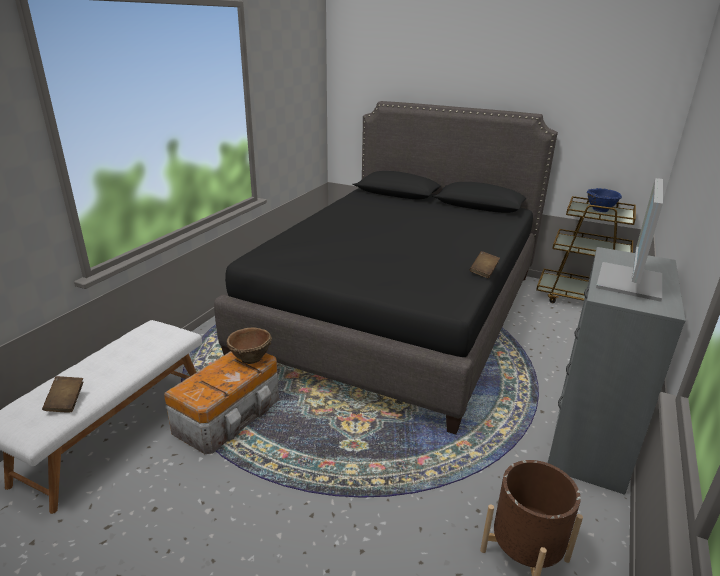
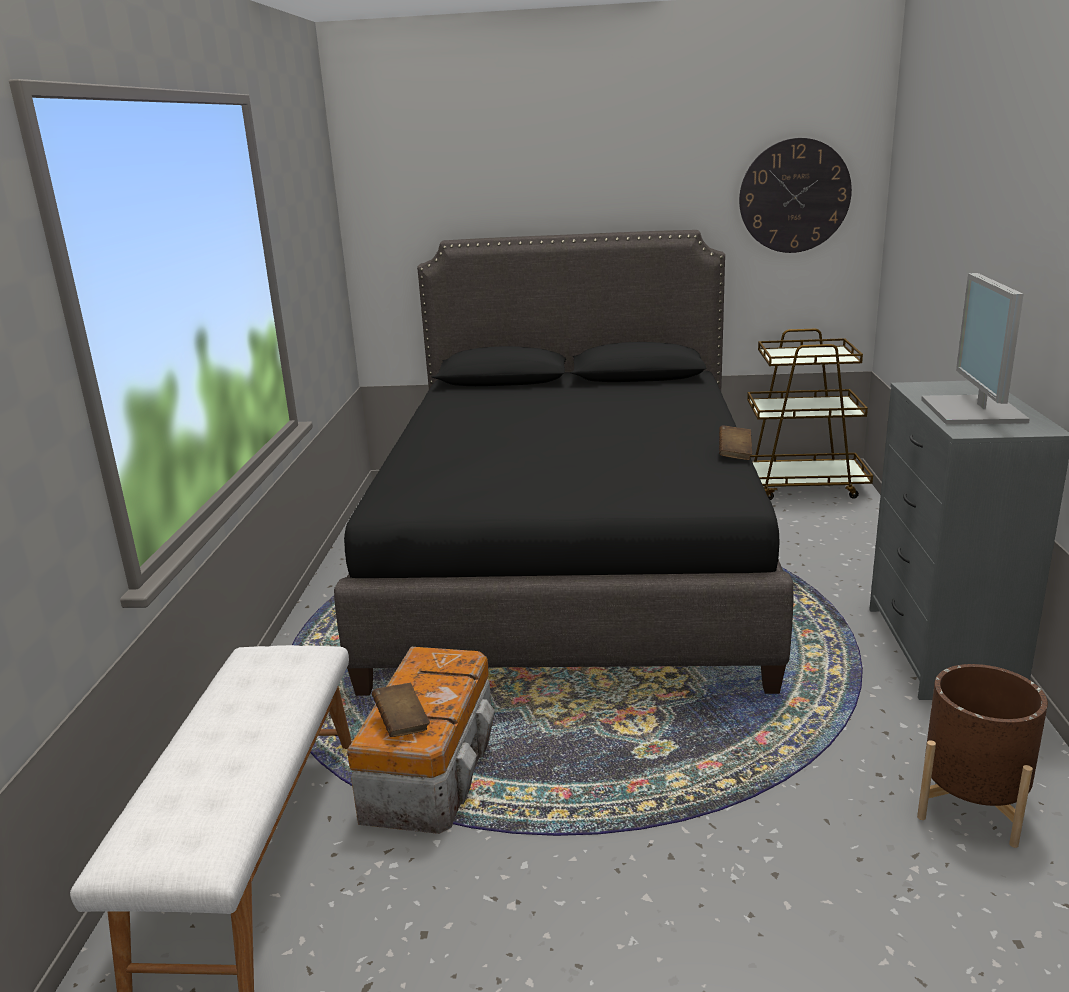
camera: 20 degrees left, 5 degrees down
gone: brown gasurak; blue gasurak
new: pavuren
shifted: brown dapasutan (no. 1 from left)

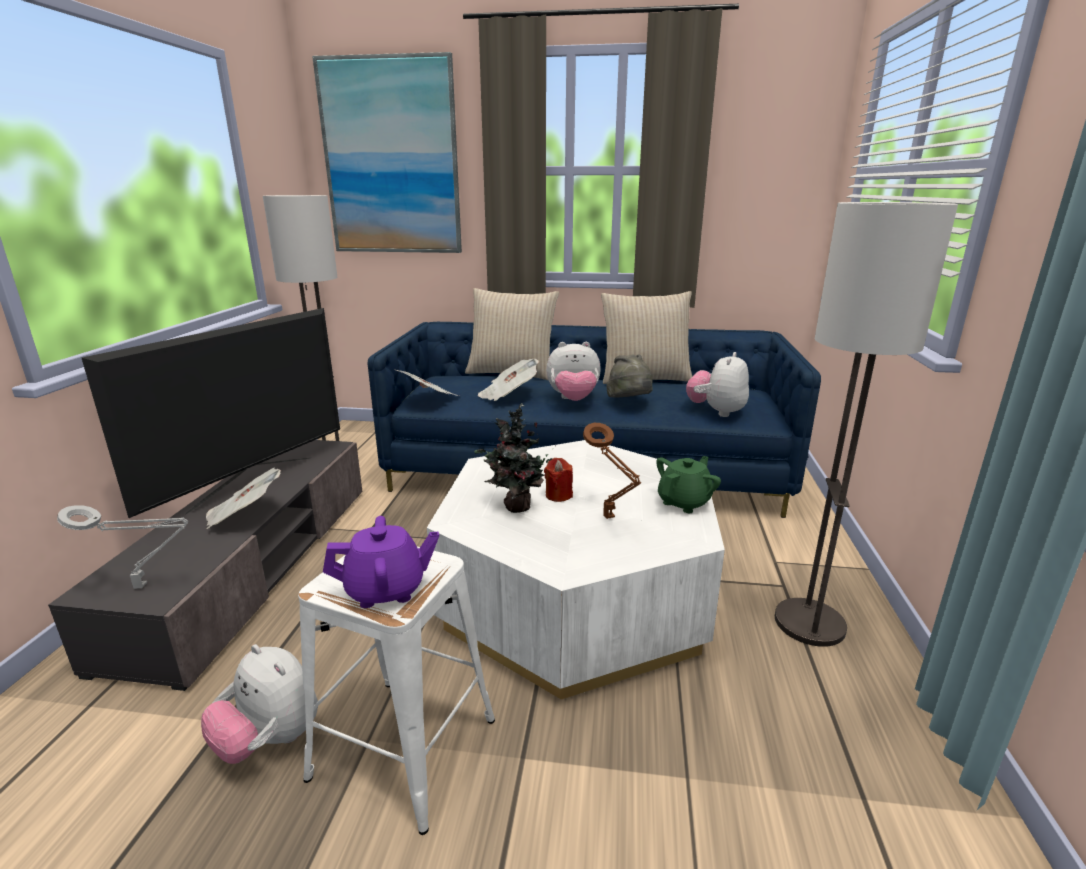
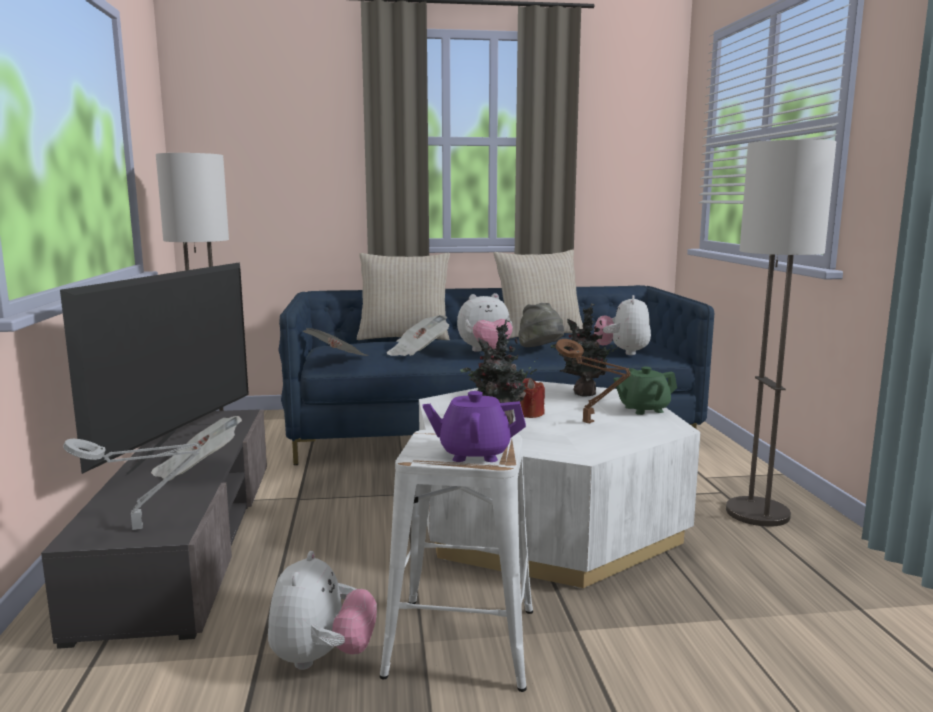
camera: 15 degrees left, 10 degrees down
gone: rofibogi
new: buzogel (no. 2 from left)
rotated: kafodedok (no. 1 from left) 105 degrees counterclockwise; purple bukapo 150 degrees counterclockwise; green bukapo 135 degrees counterclockwise

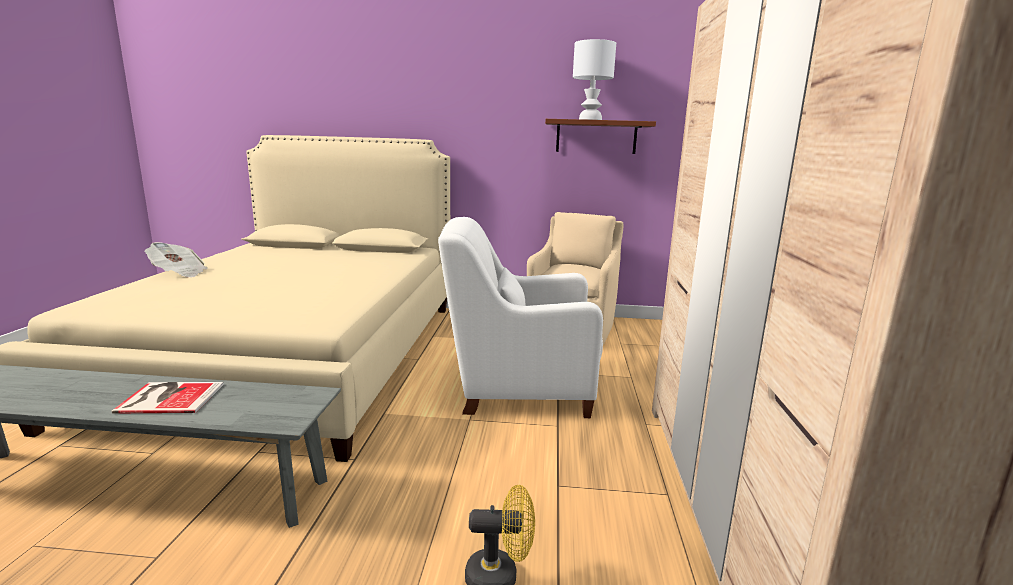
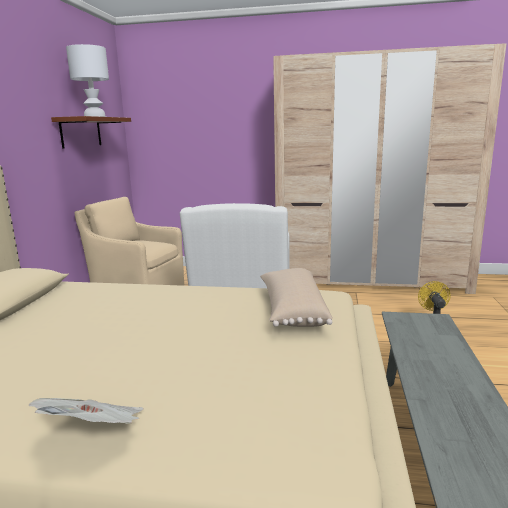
camera: 85 degrees left, 0 degrees up
gone: dapasutan
new: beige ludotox

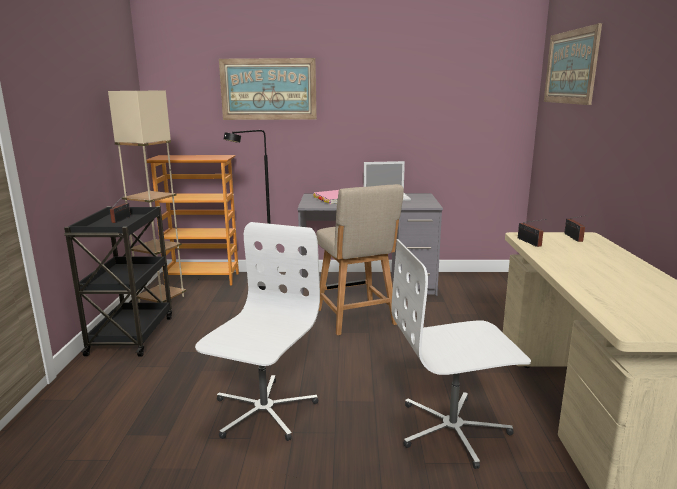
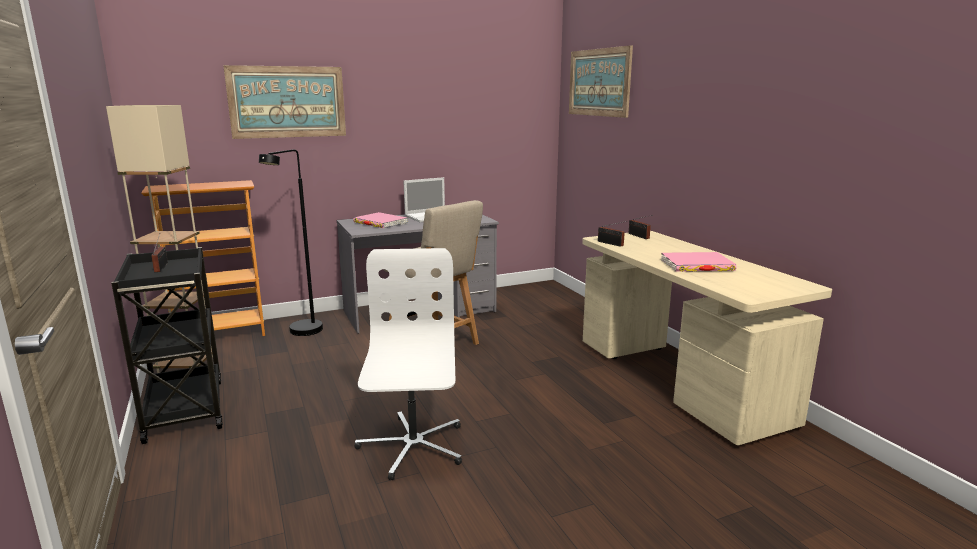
camera: 25 degrees left, 0 degrees up
gone: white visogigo (no. 2 from left)
new: pink dapasutan (no. 2 from left)

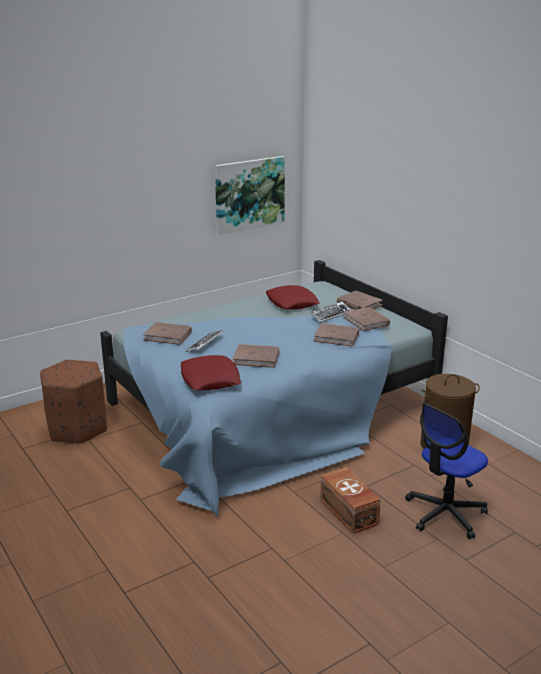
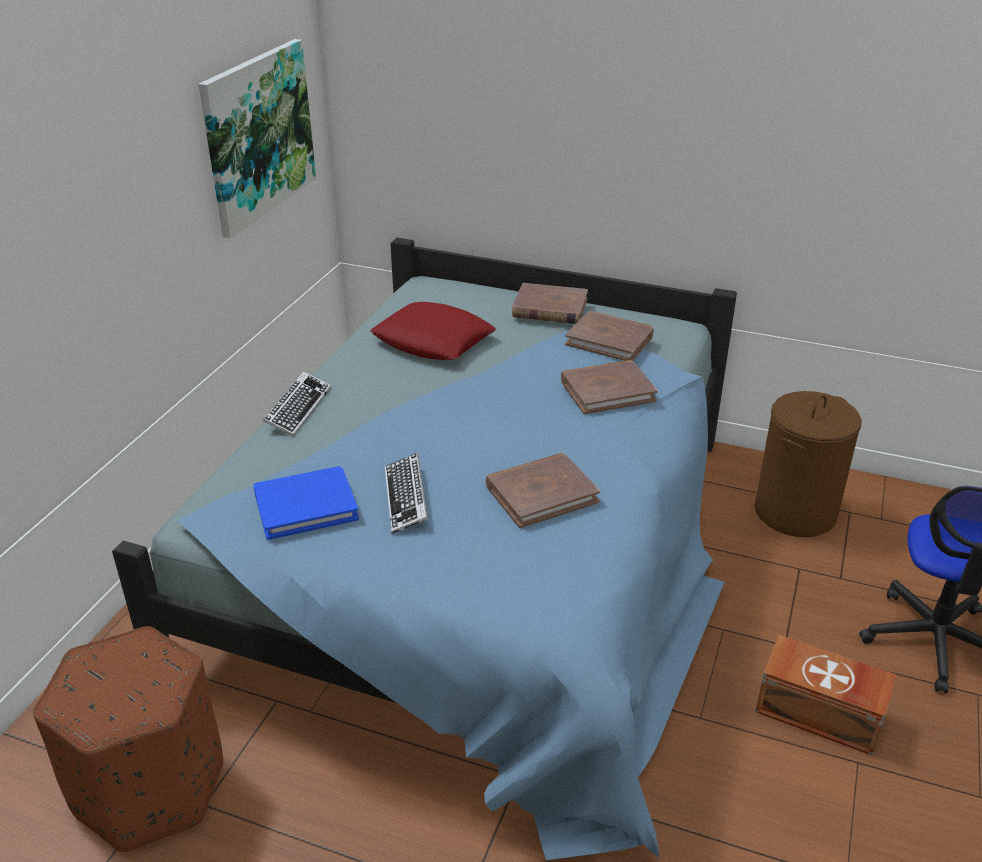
camera: 35 degrees left, 10 degrees up
gone: red ludotox (no. 1 from left)
shifted: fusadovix (no. 2 from left in the first image) to fusadovix (no. 1 from left)
repainted: brown dapasutan (no. 1 from left) to blue dapasutan

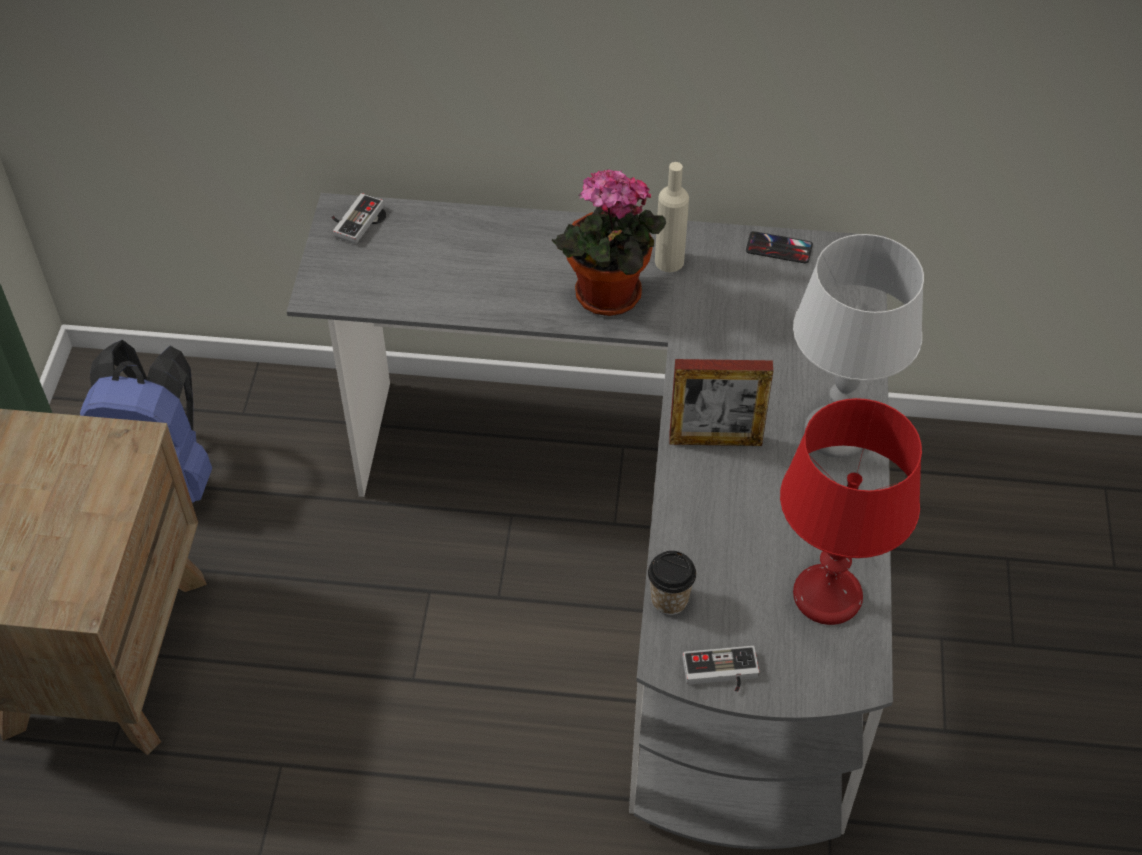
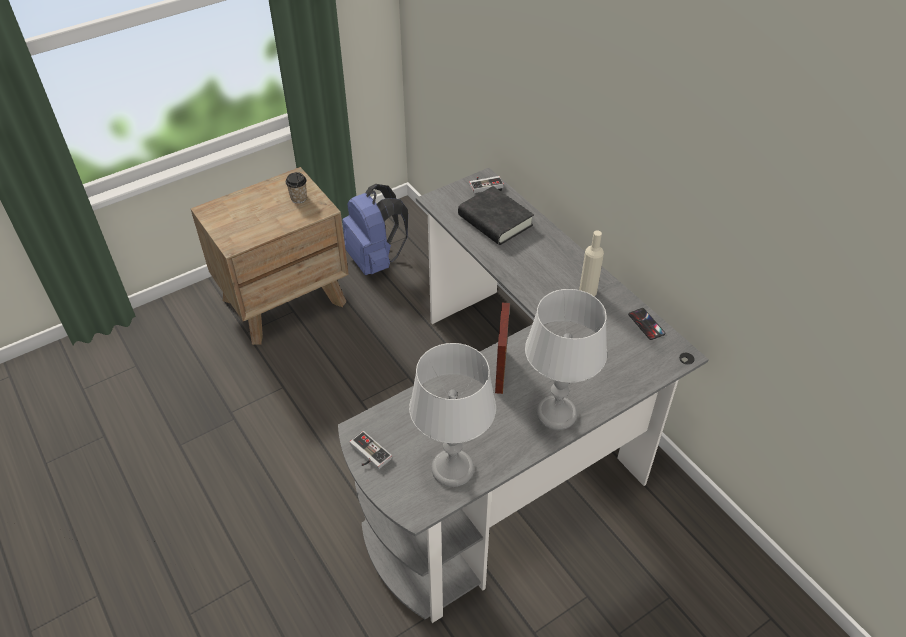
camera: 50 degrees right, 5 degrees down
gone: buzogel
new: black dapasutan
shifted: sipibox
repainted: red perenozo to grey perenozo (no. 1 from left)
rotated: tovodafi 45 degrees clockwise

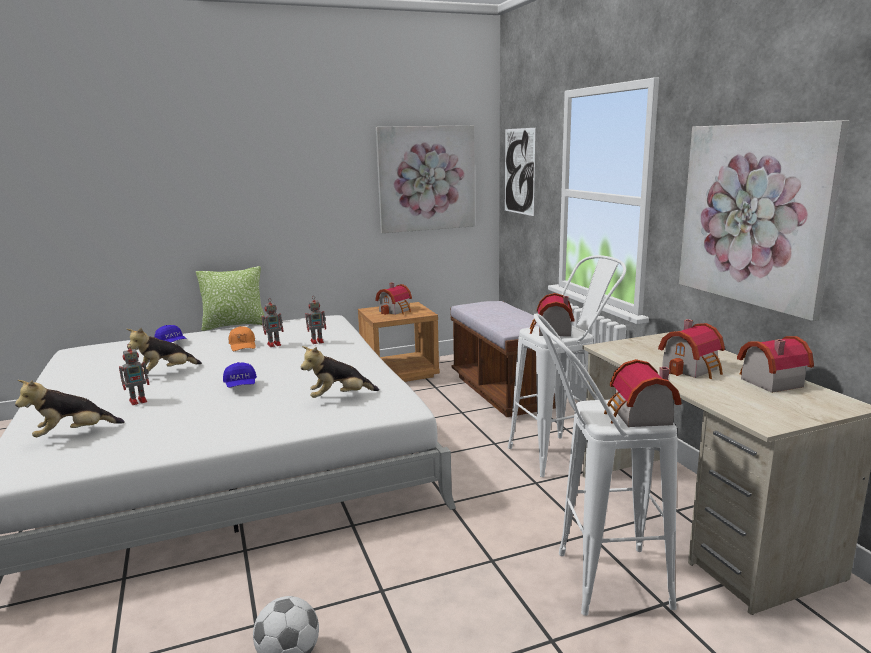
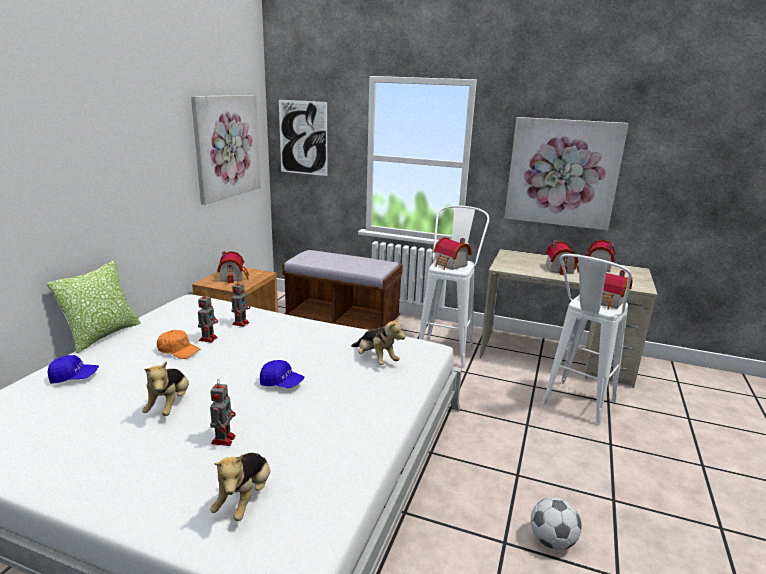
camera: 50 degrees left, 5 degrees up
rotated: kafodedok (no. 3 from left) 60 degrees counterclockwise

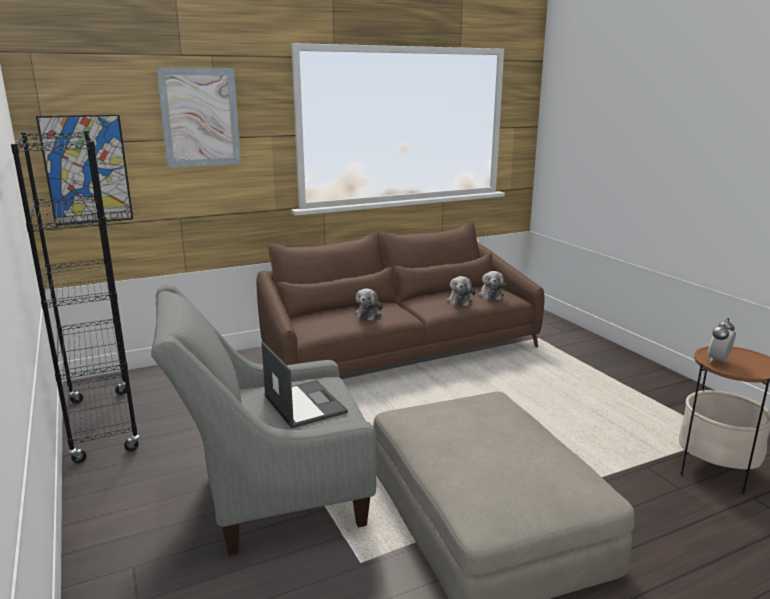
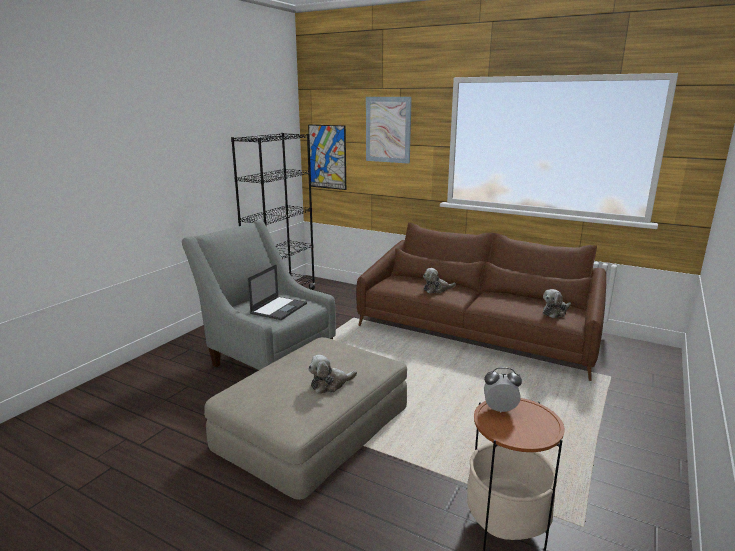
camera: 55 degrees right, 0 degrees up
shifted: kafodedok (no. 2 from left in the first image) to kafodedok (no. 1 from left)

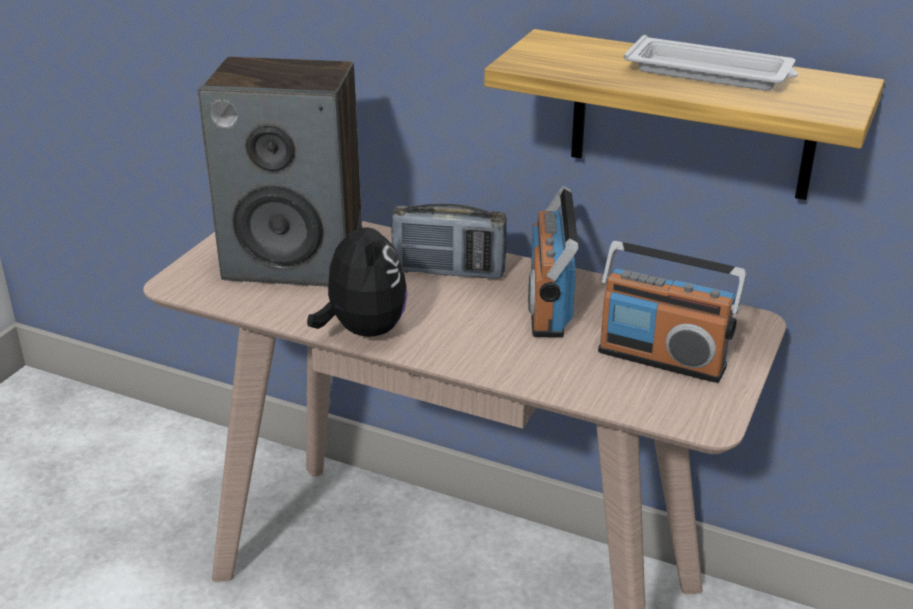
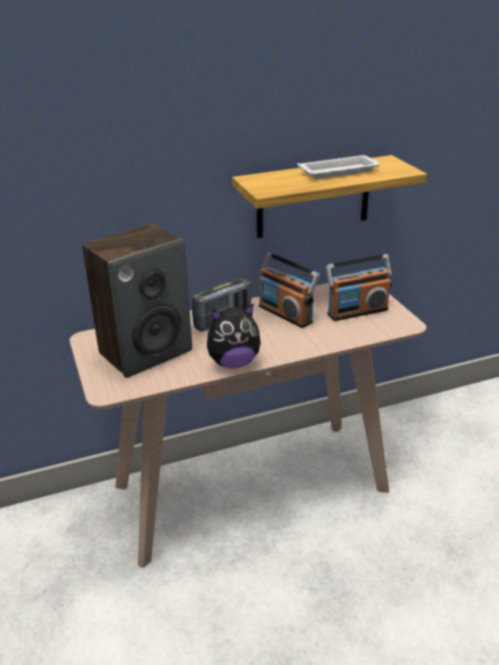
camera: 45 degrees left, 0 degrees up
rotated: kafodedok 135 degrees clockwise

